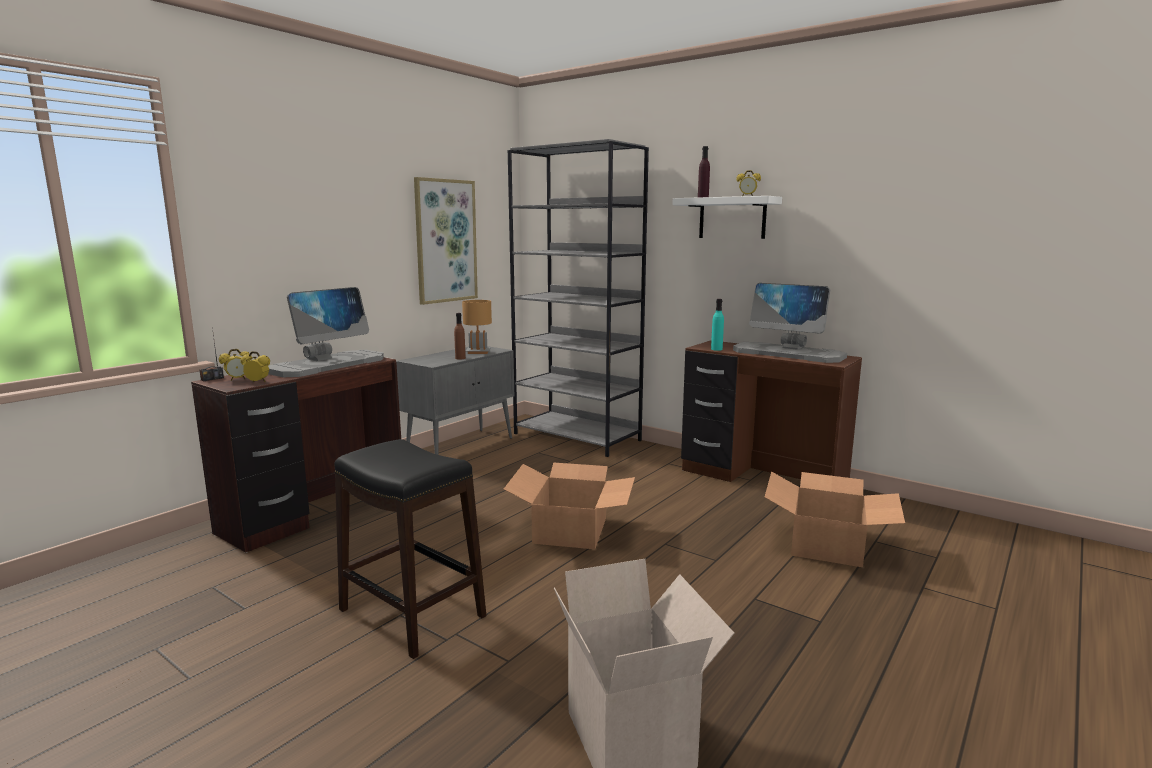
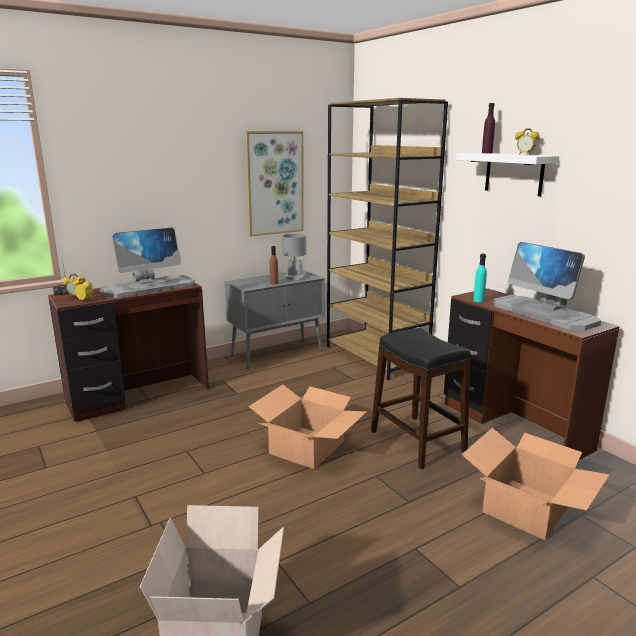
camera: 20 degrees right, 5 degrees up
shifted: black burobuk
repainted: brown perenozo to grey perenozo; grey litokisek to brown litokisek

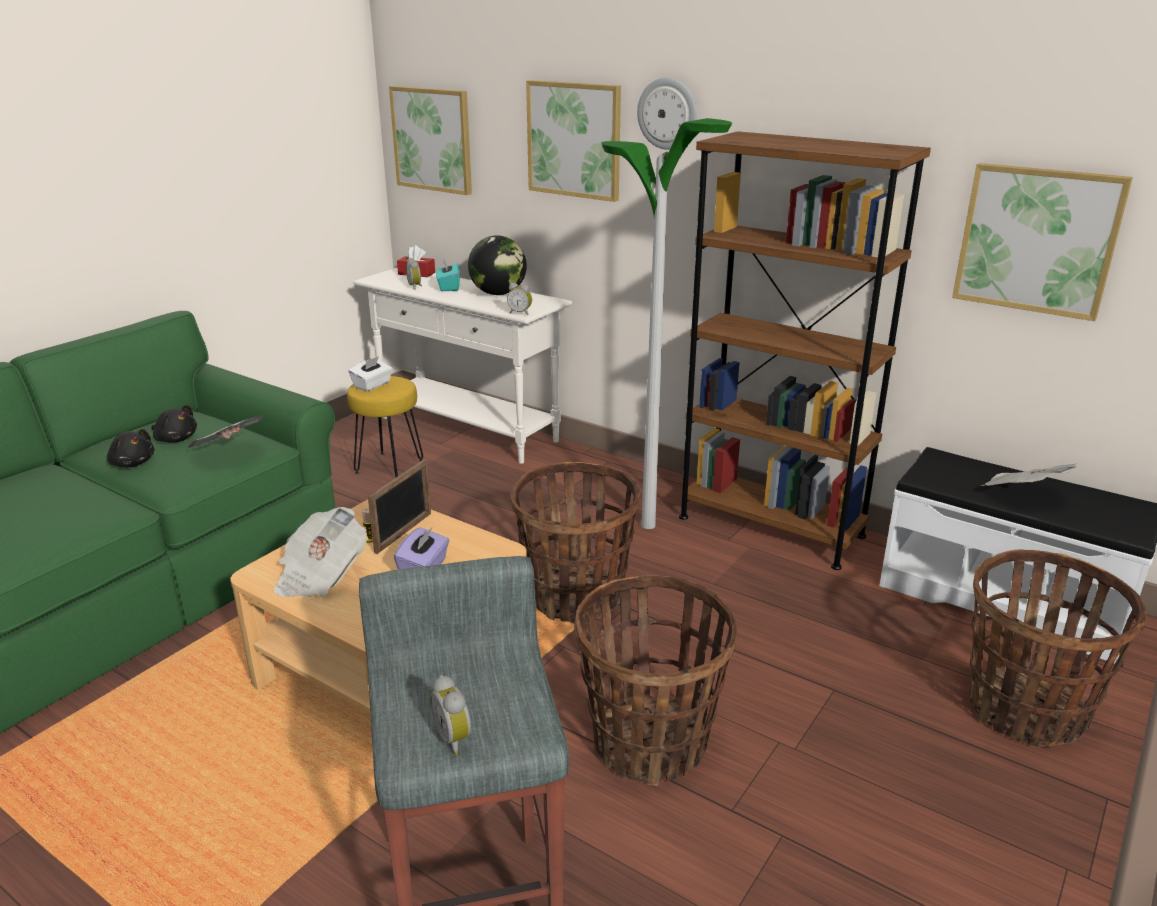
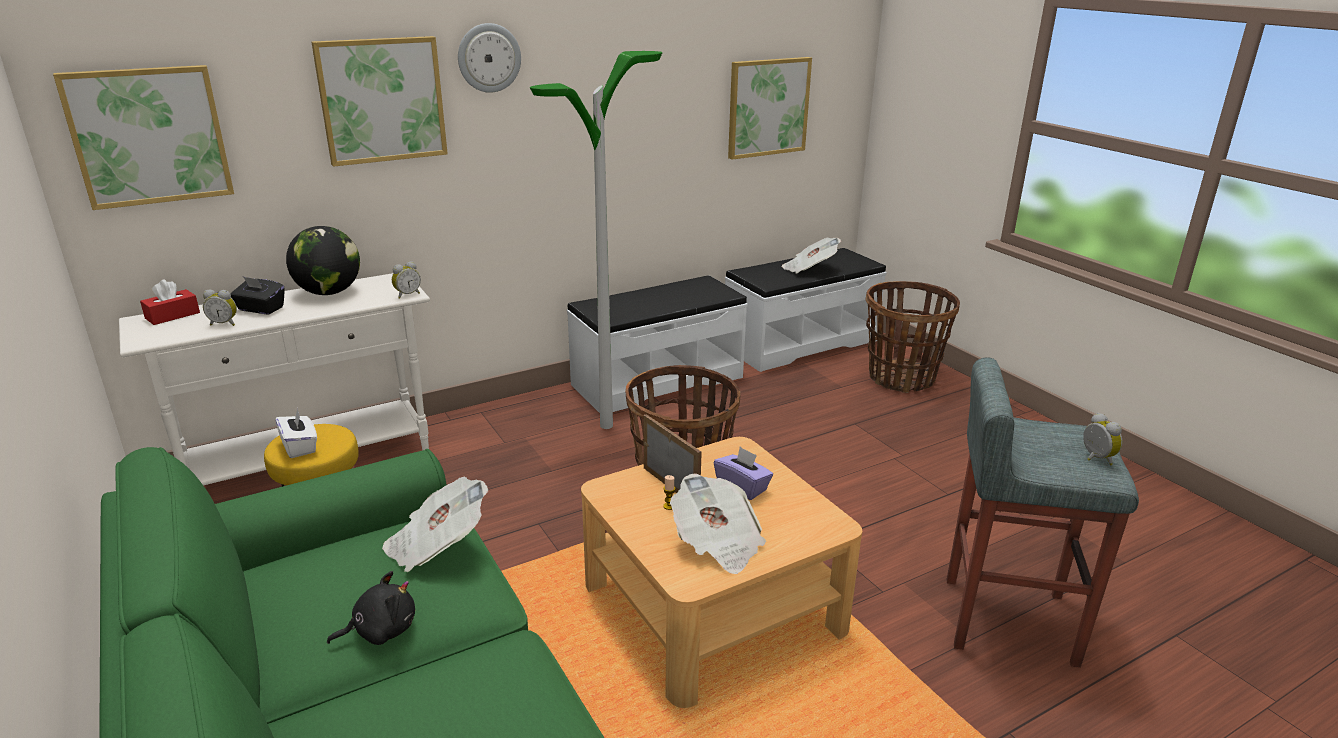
camera: 65 degrees left, 0 degrees up
gone: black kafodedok (no. 2 from left); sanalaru (no. 2 from left)
swapped: brown litokisek to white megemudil (no. 1 from left)
repainted: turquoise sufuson to black sufuson
rotated: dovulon (no. 2 from left in the first image) 105 degrees counterclockwise

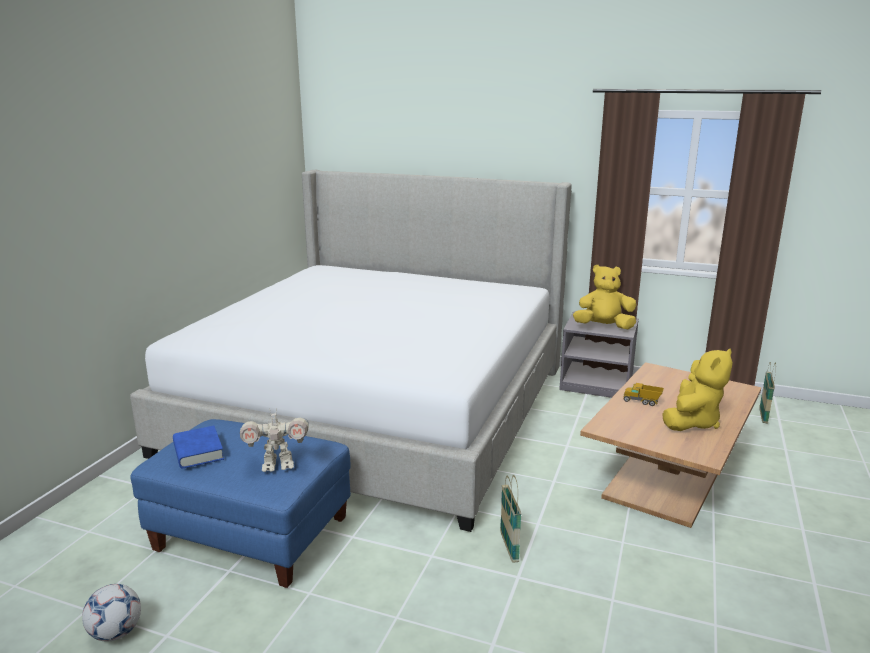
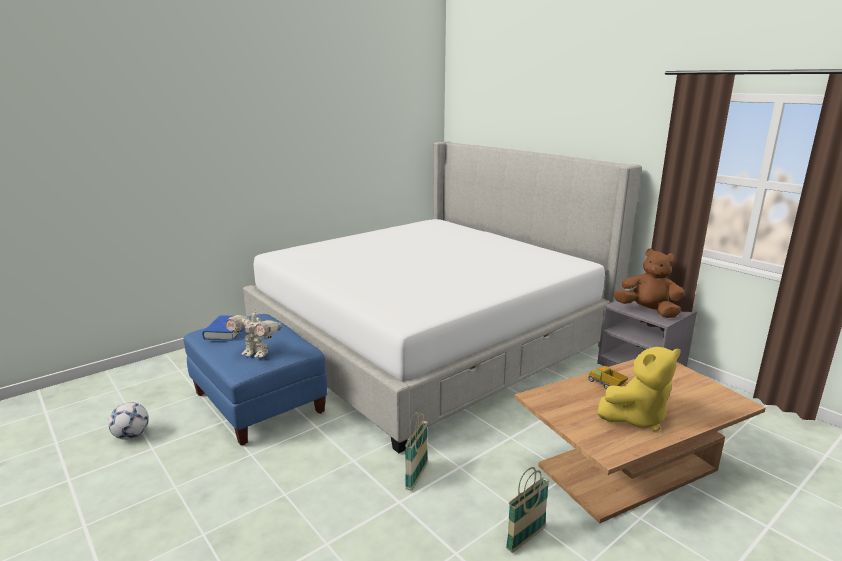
camera: 30 degrees right, 0 degrees up
shifted: sanalaru (no. 2 from left)
repainted: yellow kafodedok (no. 1 from left) to brown kafodedok

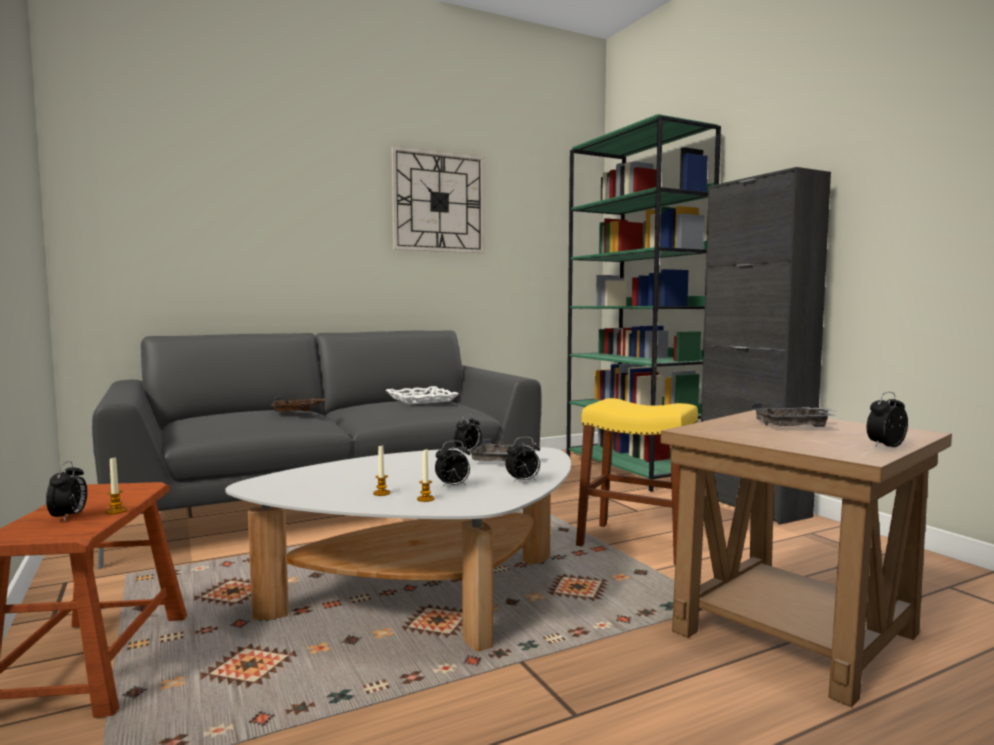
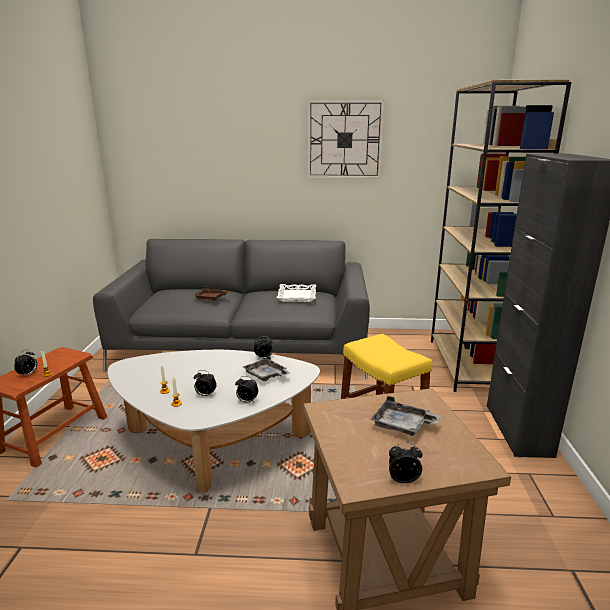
camera: 30 degrees right, 15 degrees up
repainted: green litokisek to brown litokisek

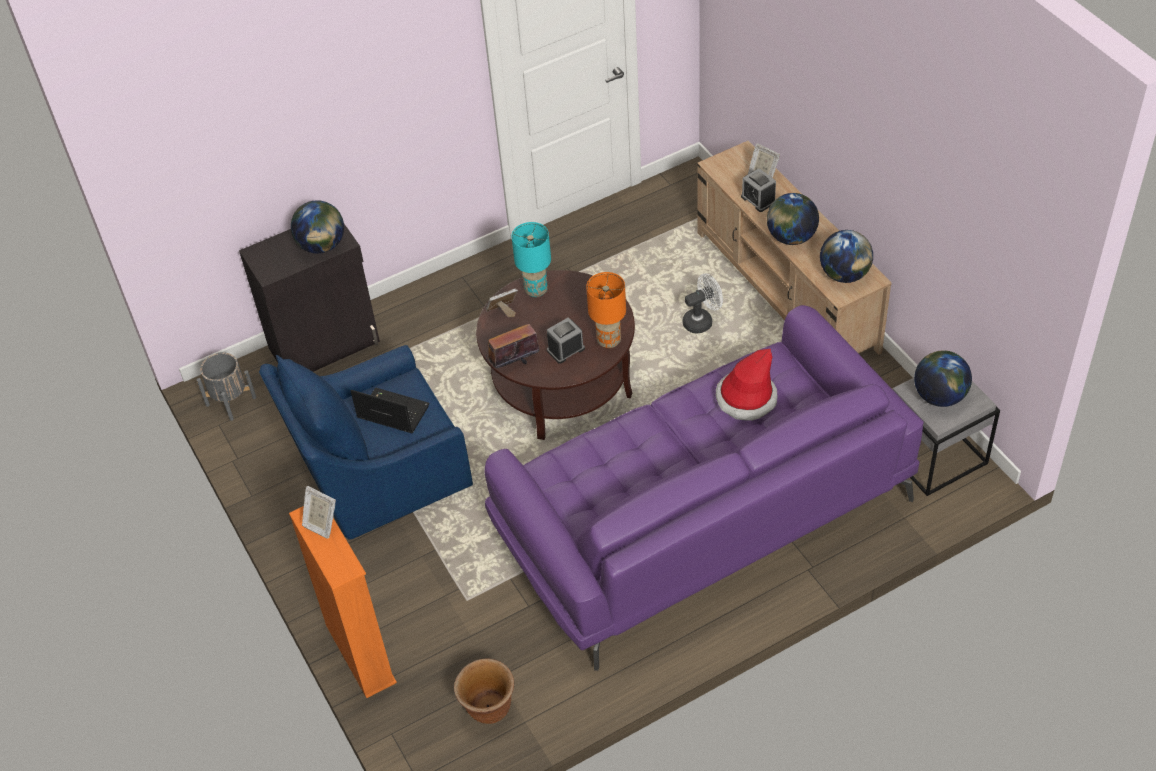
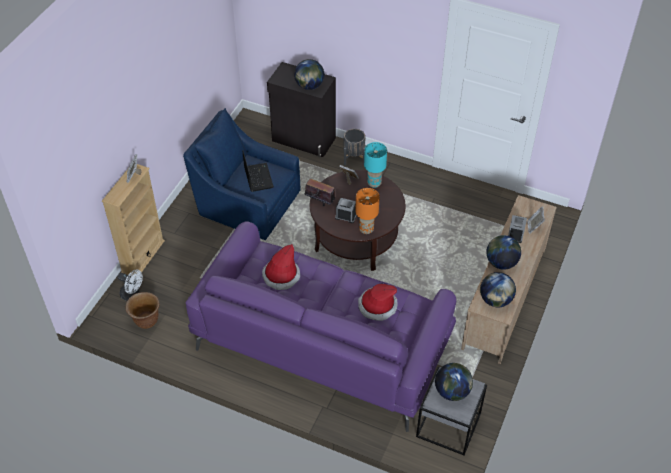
camera: 50 degrees right, 0 degrees up
new: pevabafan (no. 1 from left)
shifted: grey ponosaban; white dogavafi
repainted: orange litokisek to beige litokisek

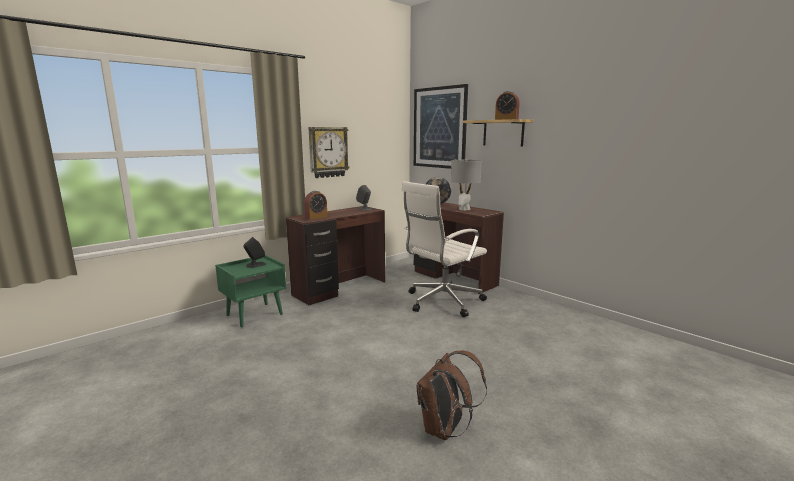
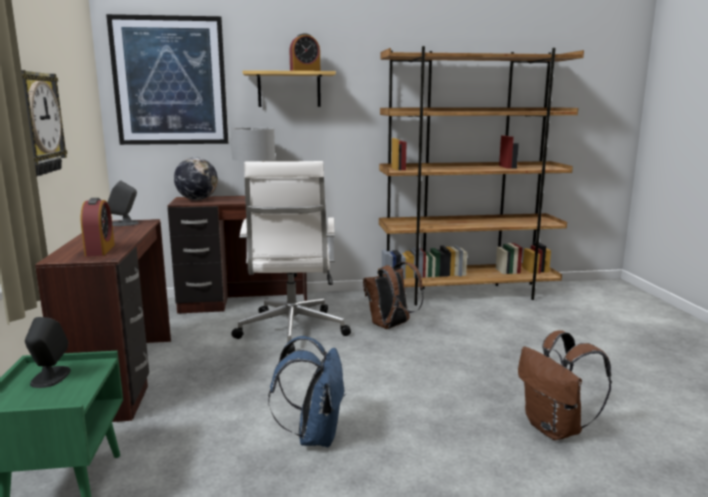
camera: 55 degrees left, 0 degrees up
new: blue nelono; brown nelono (no. 1 from left); brown litokisek

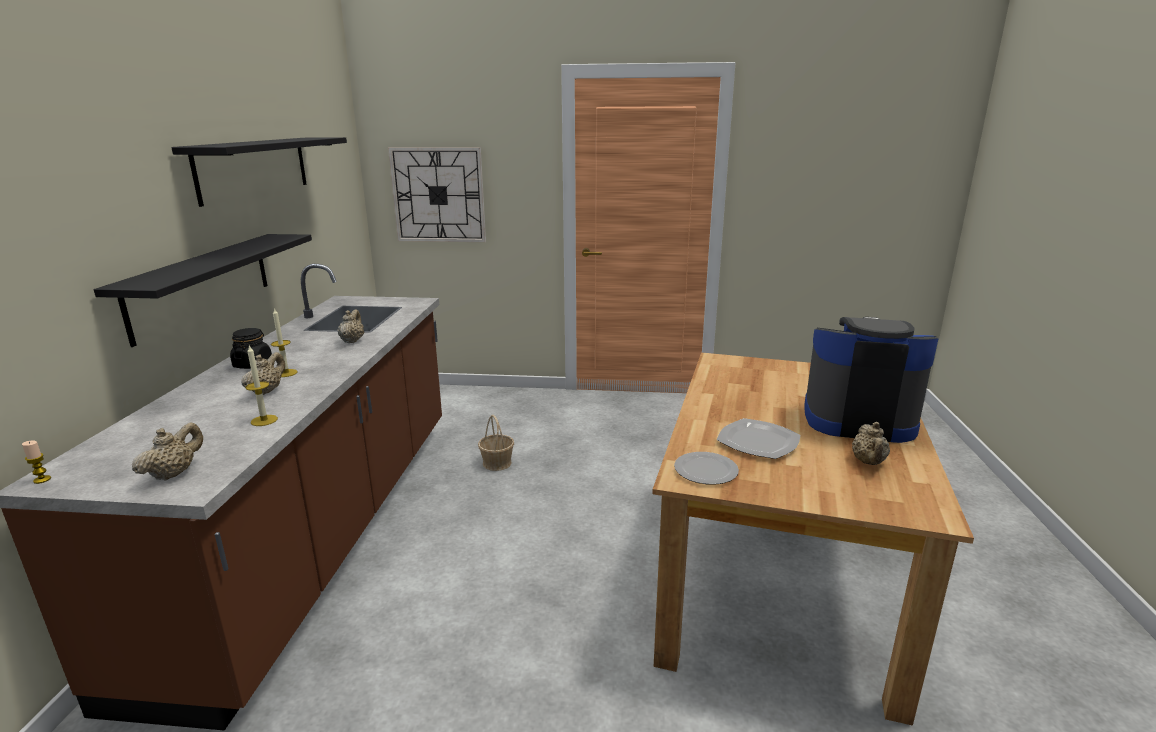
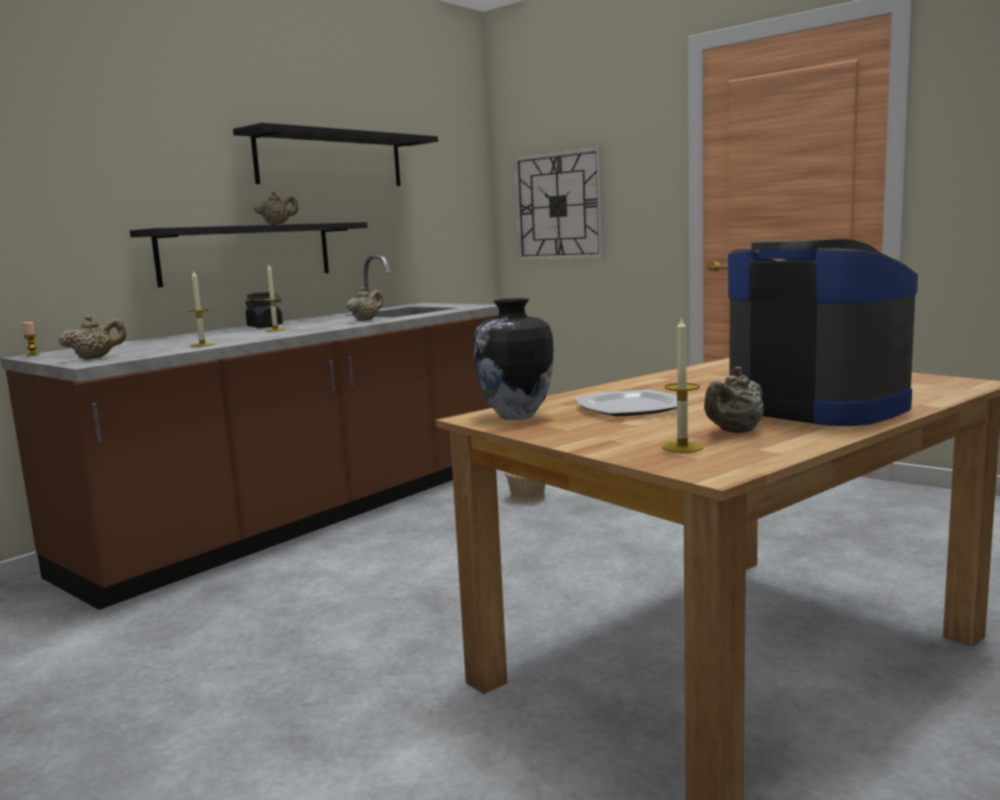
camera: 35 degrees right, 10 degrees down
new: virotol (no. 4 from left)
shifted: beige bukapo (no. 2 from left)
swapped: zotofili (no. 1 from left) to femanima

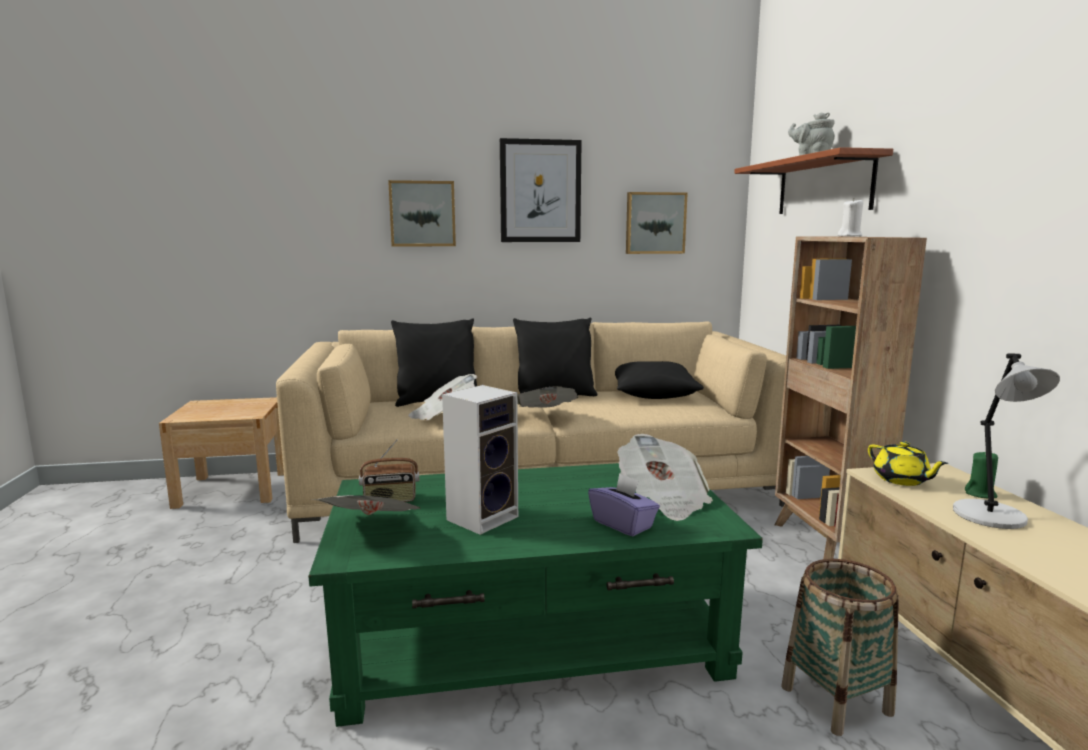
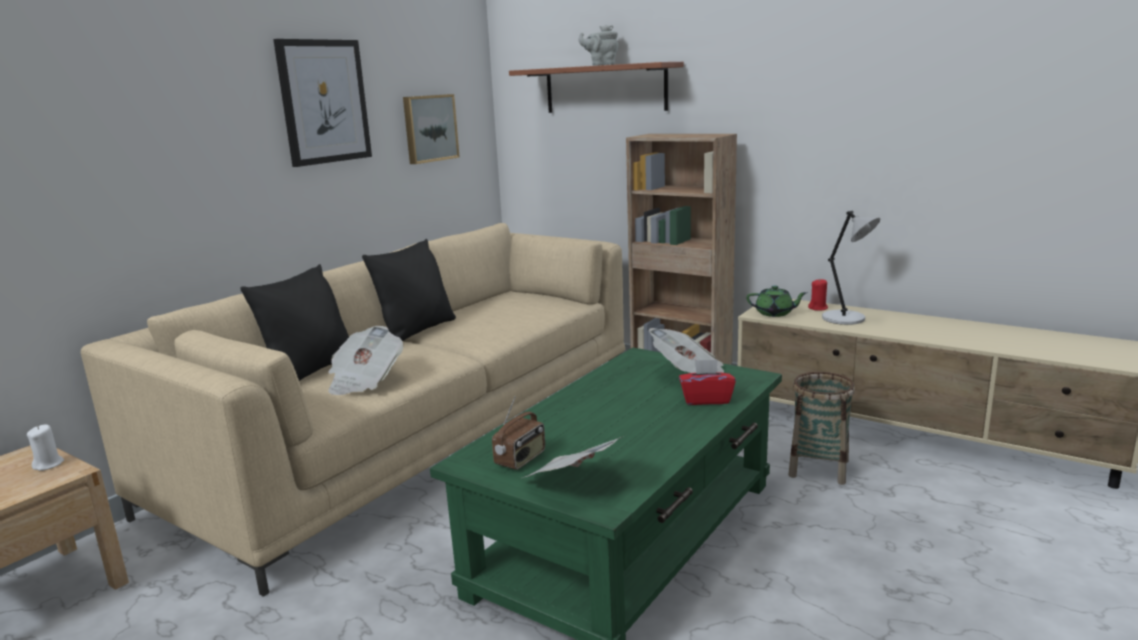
camera: 45 degrees left, 5 degrees up
gone: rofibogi (no. 1 from left); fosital; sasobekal (no. 3 from left); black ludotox (no. 3 from left)
shifted: white virotol
repainted: purple sufuson to red sufuson; yellow bukapo to green bukapo; green virotol to red virotol

